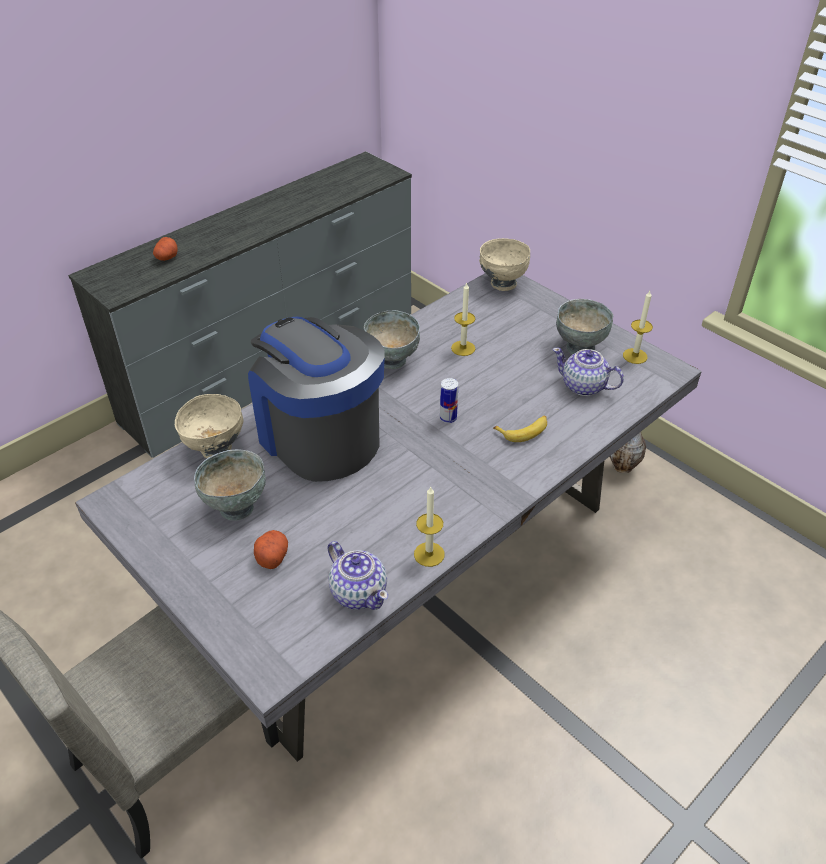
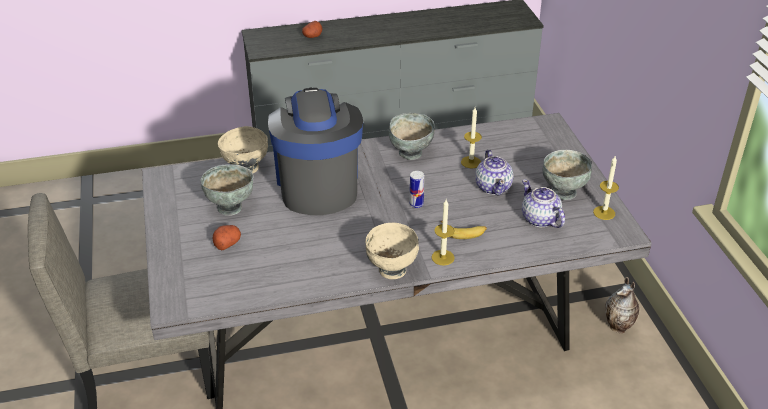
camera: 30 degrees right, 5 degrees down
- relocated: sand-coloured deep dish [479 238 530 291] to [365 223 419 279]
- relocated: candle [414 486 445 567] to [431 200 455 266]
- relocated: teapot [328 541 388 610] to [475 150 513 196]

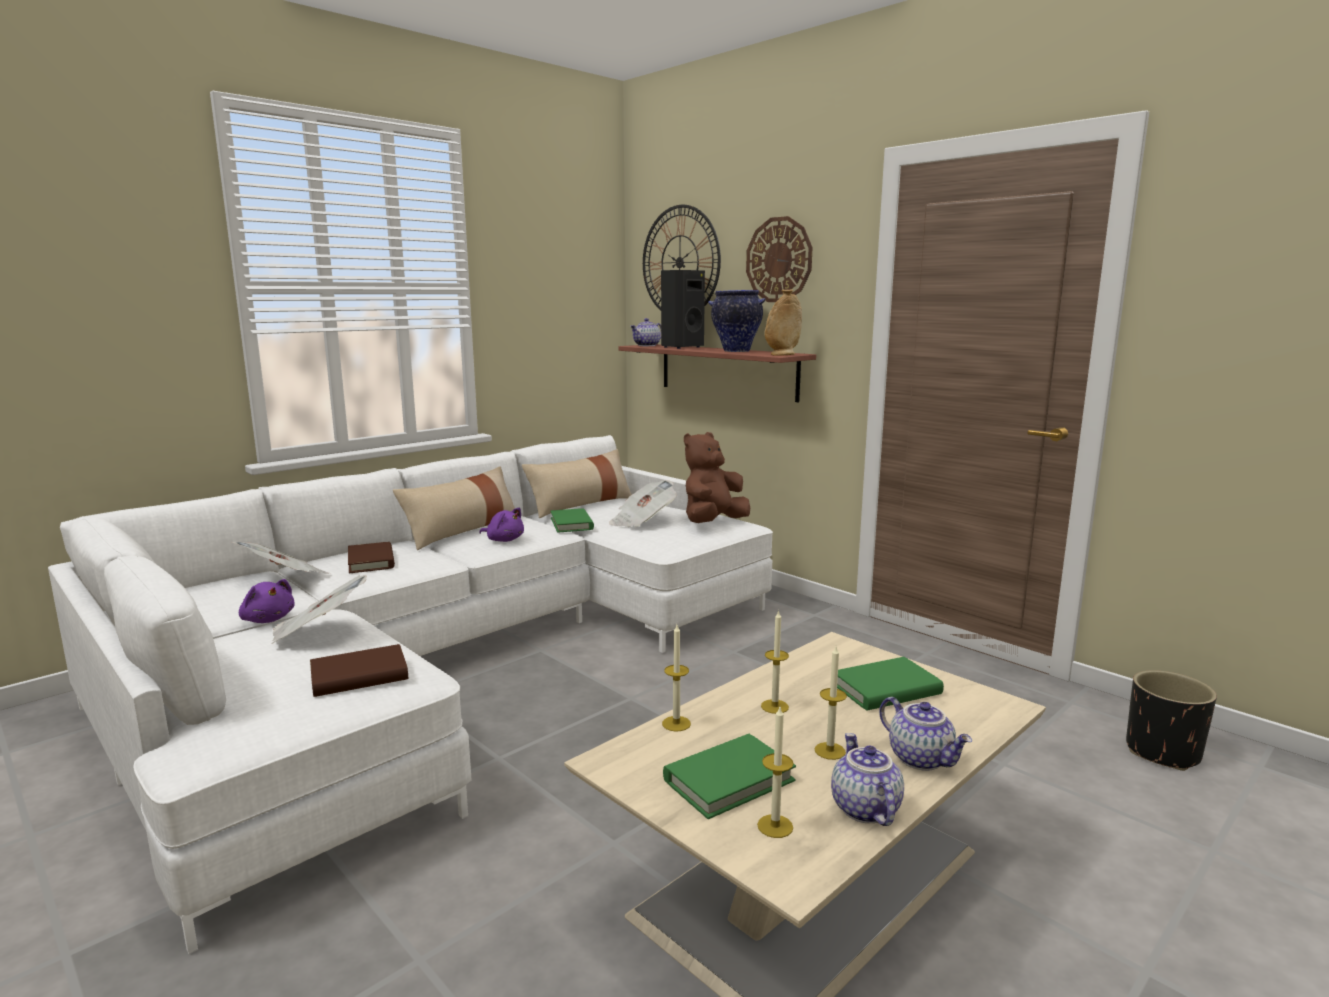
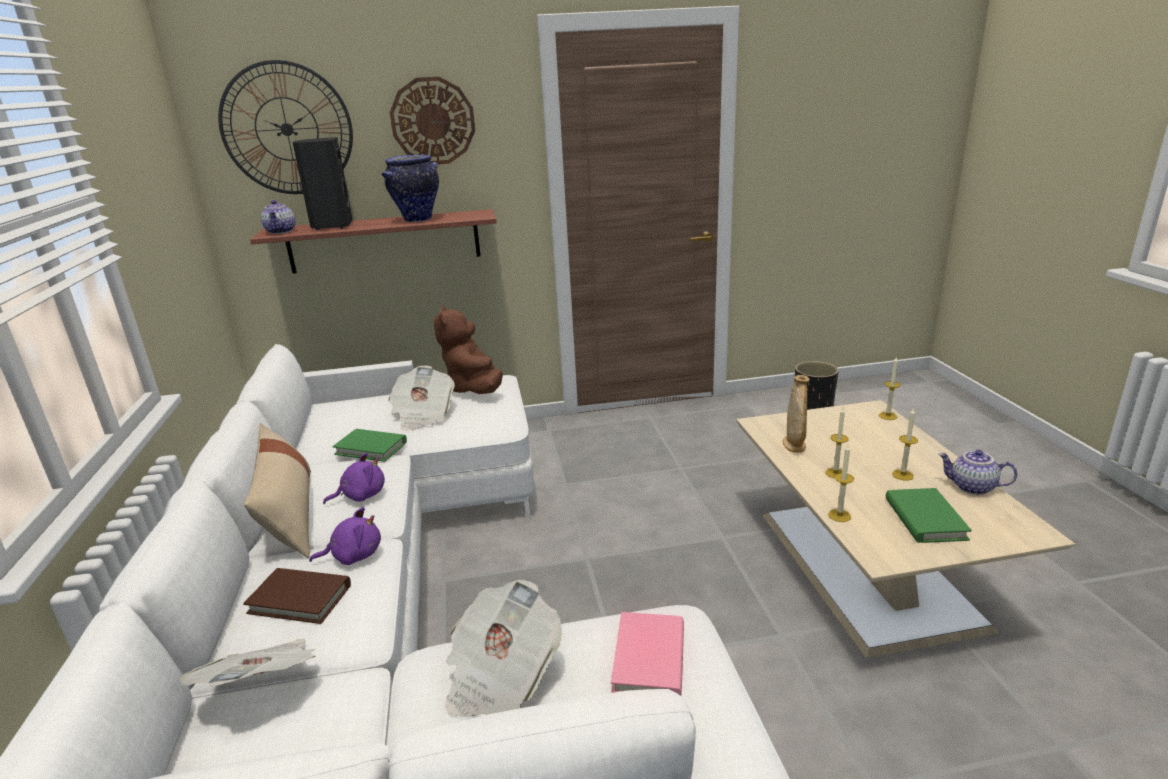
camera: 55 degrees left, 10 degrees up
- relocated: sand-coloured decorative vase [764 290 802 356] to [783 375 810 453]
- missing: sand-coloured pillow [522 449 632 518]
- relocated: purple-coloured soft toy [239 579 295 623] to [309 507 381 565]
- colour: brown-coloured book [310 644 408 697] to pink book [611 612 684 696]
- missing: green-coloured book [837 657 944 711]
- missing: teapot [879 697 972 771]
- relocated: candle [757 707 794 838] to [879 356 901 420]

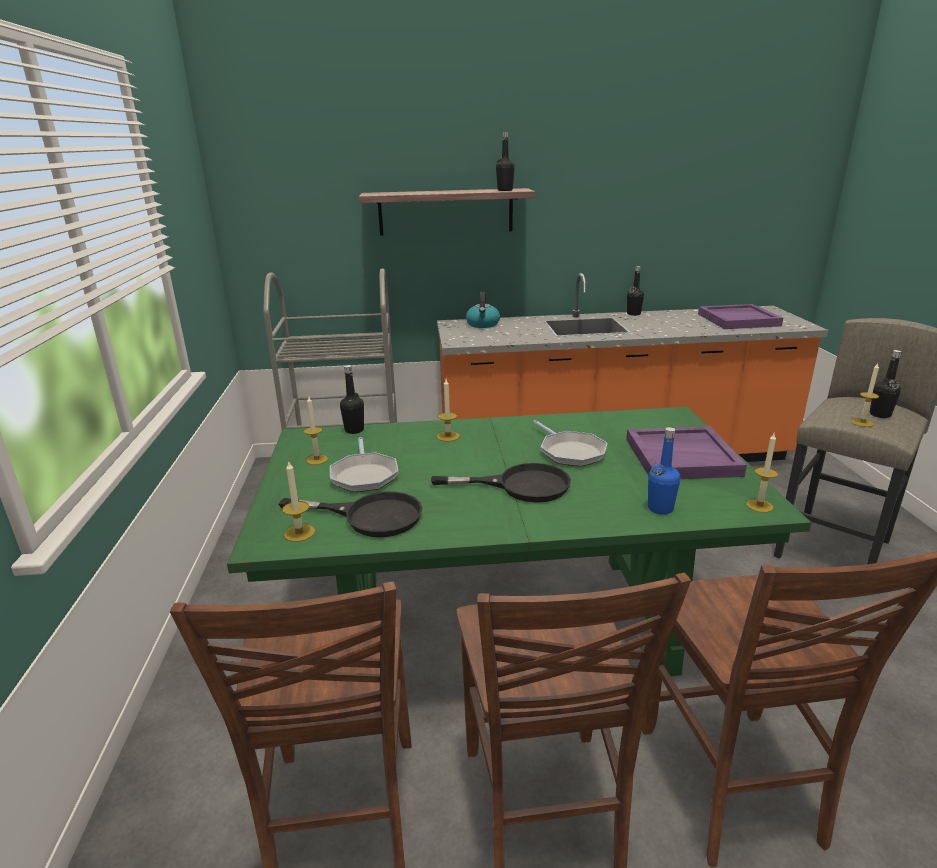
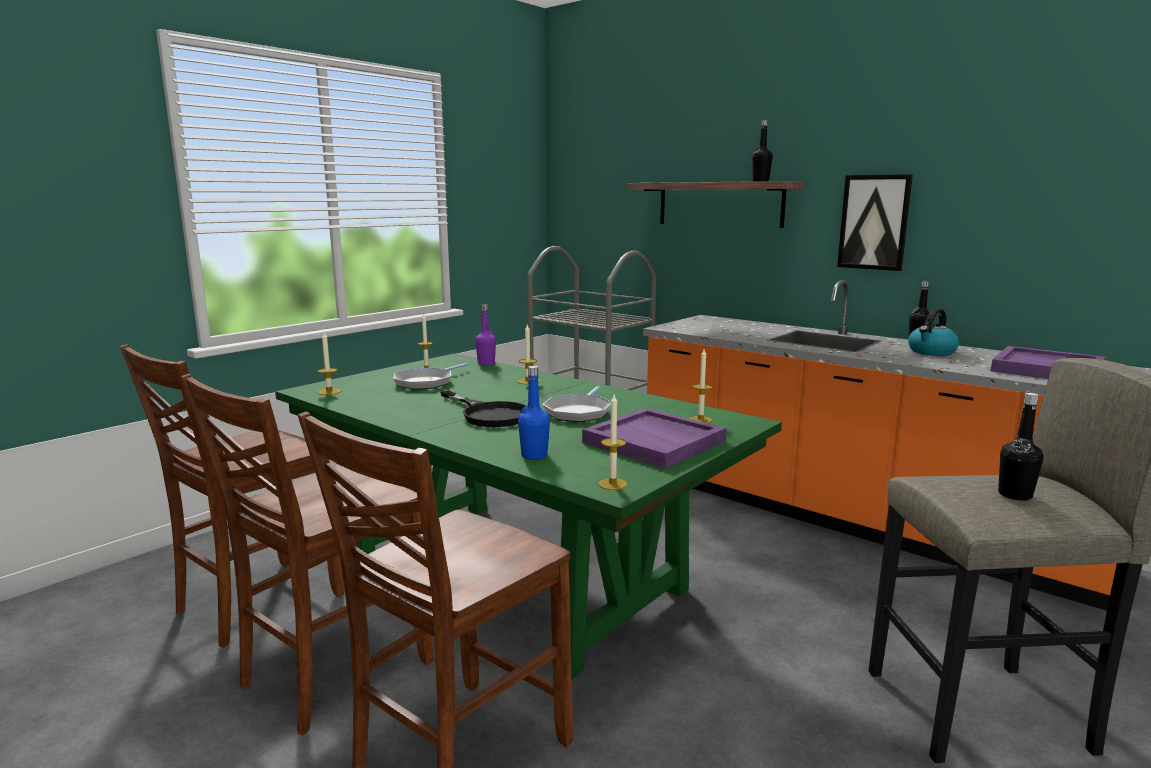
camera: 45 degrees right, 10 degrees down
- relocated: tea kettle [466 292 500 328] to [908 308 959 356]
- relocated: candle [851 363 879 427] to [690 349 712 423]
- colour: black beverage bottle [340 365 364 434] to purple-coloured beverage bottle [475 304 496 366]
- missing: black skillet [279 492 423 537]
- appeared: wall art [837 174 913 271]

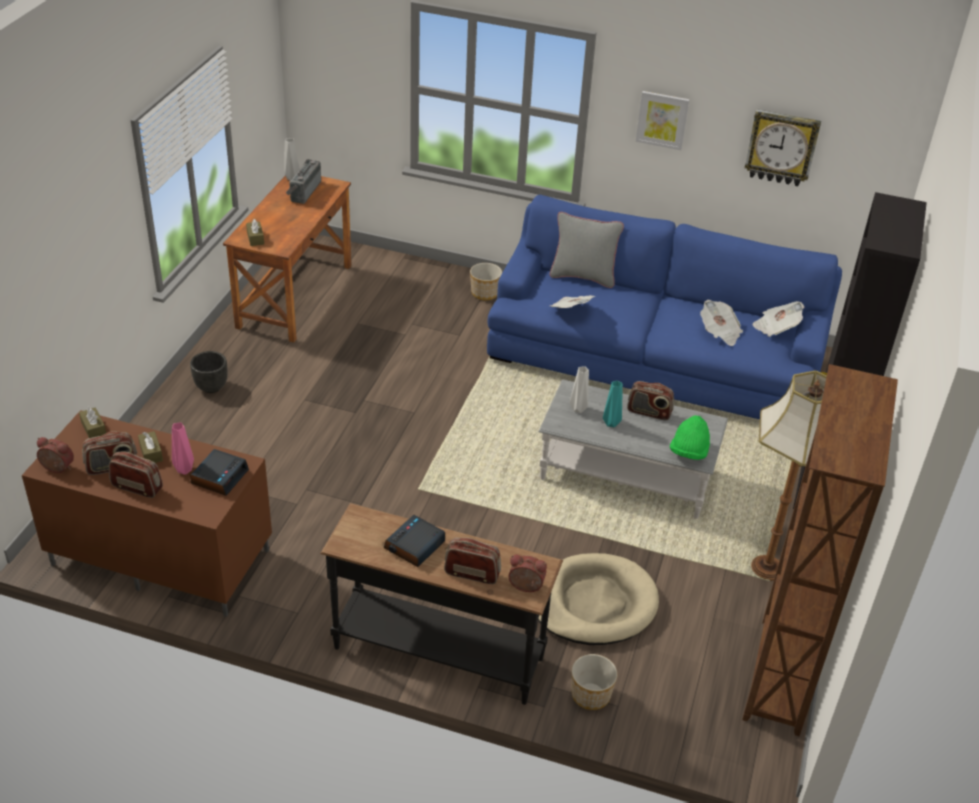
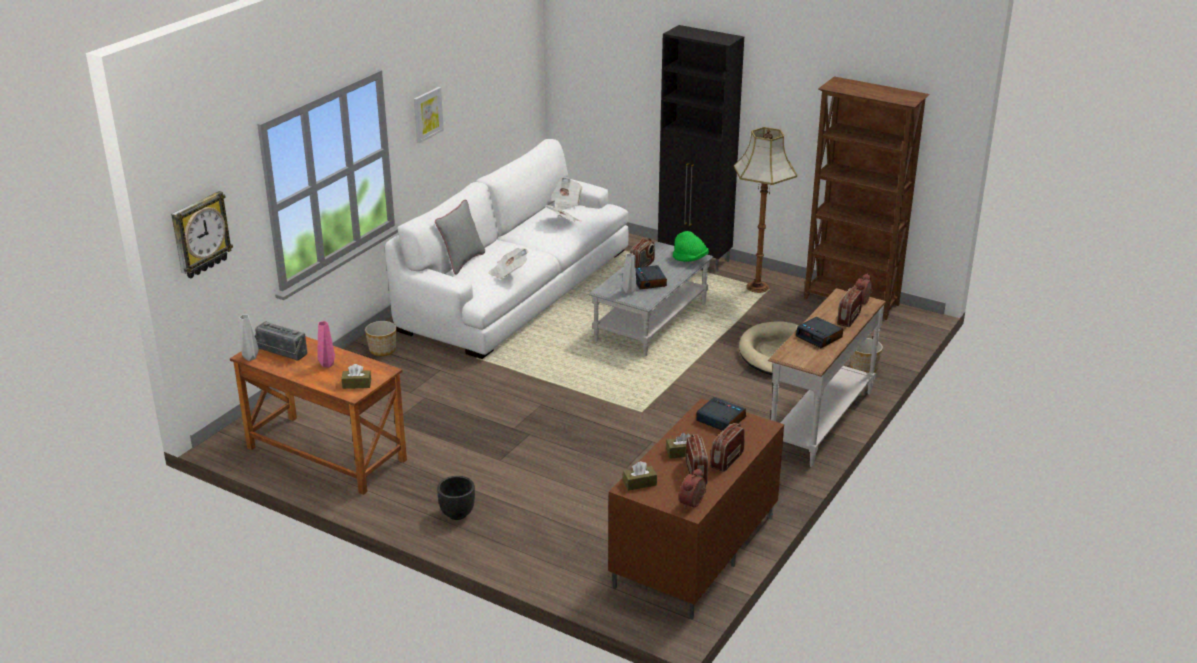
camera: 75 degrees left, 10 degrees down
- relocated: hanging clock [745 109 821 186] to [171 191 233 278]
- colour: bluish couch [487 195 842 419] to whitish couch [385 139 628 359]
- exchanged: turquoise-coloured decorative vase [603 380 623 427] to bedside clock [635 265 667 289]
- relocated: pink decorative vase [172 422 194 475] to [317 321 335 368]
- colour: black hall table [320 503 563 705] to whitish hall table [768 288 886 467]

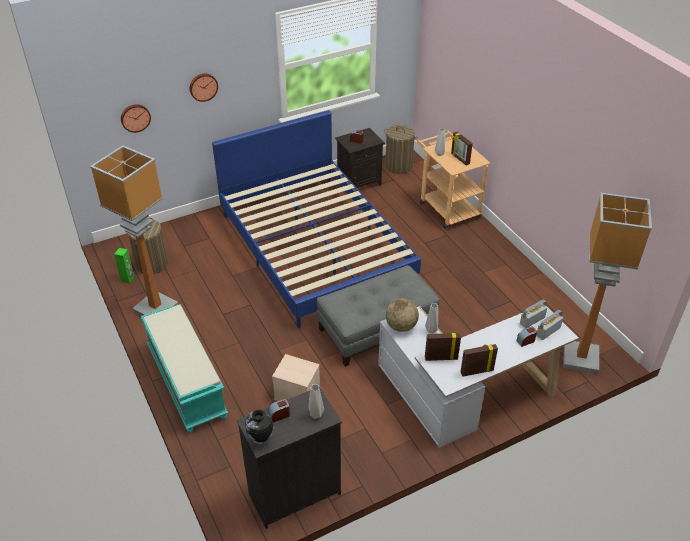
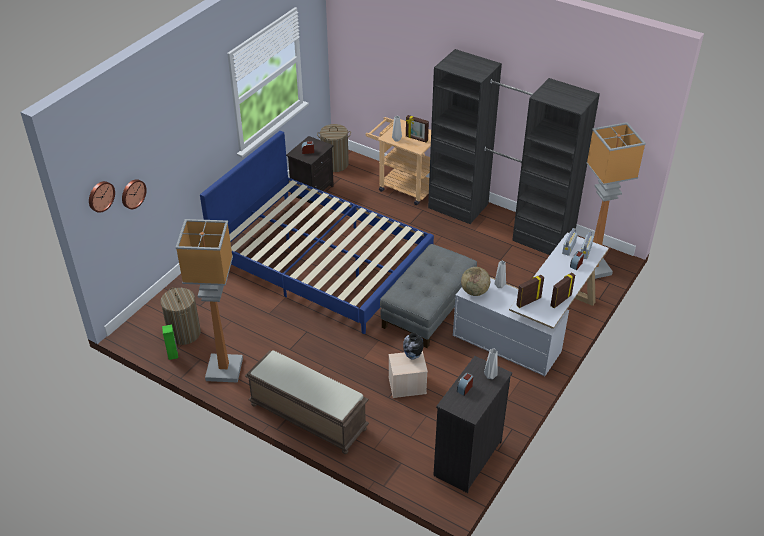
camera: 30 degrees left, 0 degrees up
- relocated: hanging clock [189 74 218 102] to [89 181 115 213]
- colour: turquoise-coloured indoor bench [141 304 228 433] to brown-coloured indoor bench [245 350 369 454]
- relocated: decorative vase [245 409 273 444] to [403 333 423 359]
- appeared: black armoire [428 49 600 255]

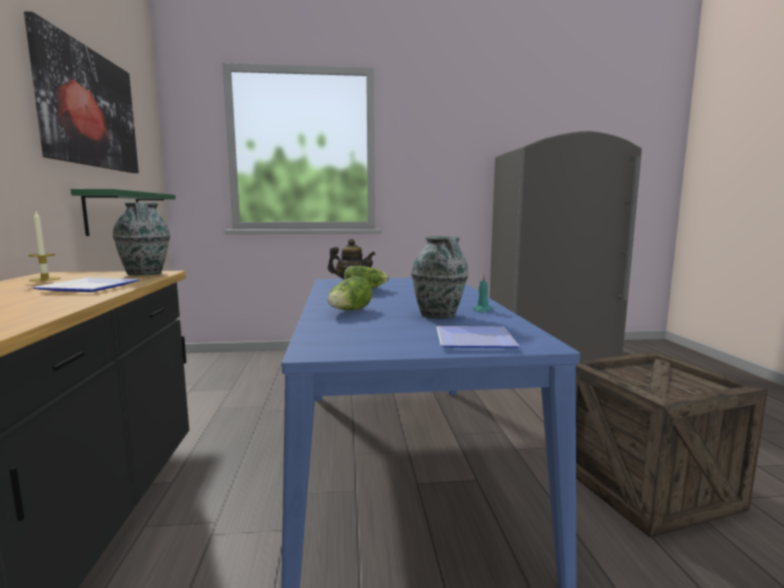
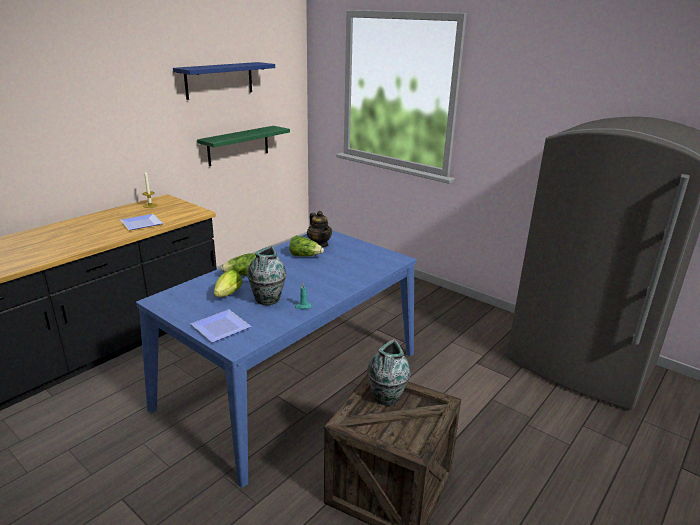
camera: 45 degrees right, 15 degrees up
- exchanged: wall art [24 11 139 173] to bluish wall shelf [173 62 275 100]
- relocated: decorative vase [112 202 170 275] to [367 339 411 406]
- appeared: lettuce [214 270 242 297]

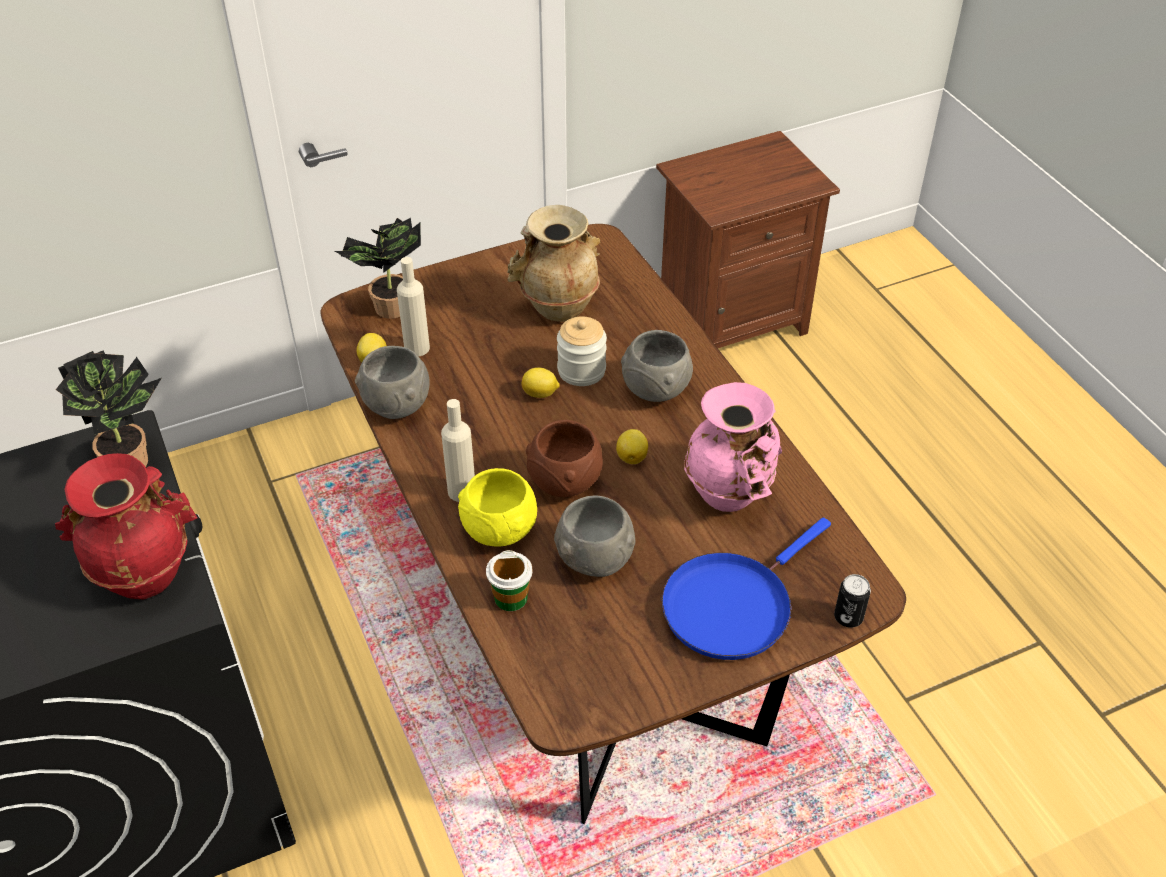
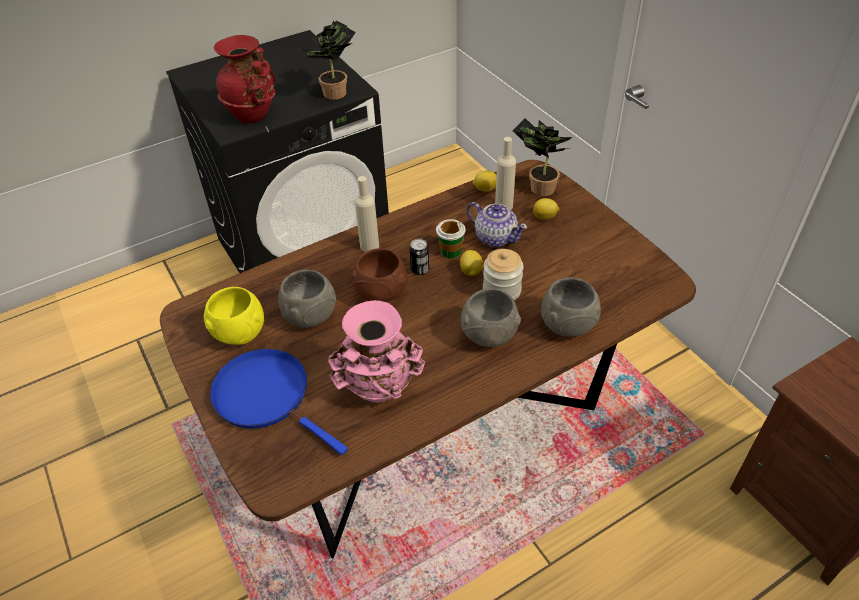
camera: 85 degrees right, 0 degrees up
- missing: sand-coloured decorative vase [507 205 600 322]
- relocated: greyish deep dish [355 346 430 419] to [541 277 601 337]
- relocated: citrus fruit [616 429 648 464] to [533 198 559 220]
- relocated: yellow-coloured deep dish [458 468 537 547] to [204 287 264 345]
- relocated: cup [486 550 533 611] to [436 219 466 258]
- relocated: sealed can [834 574 871 627] to [409 239 429 275]
- appeared: teapot [467 202 528 247]

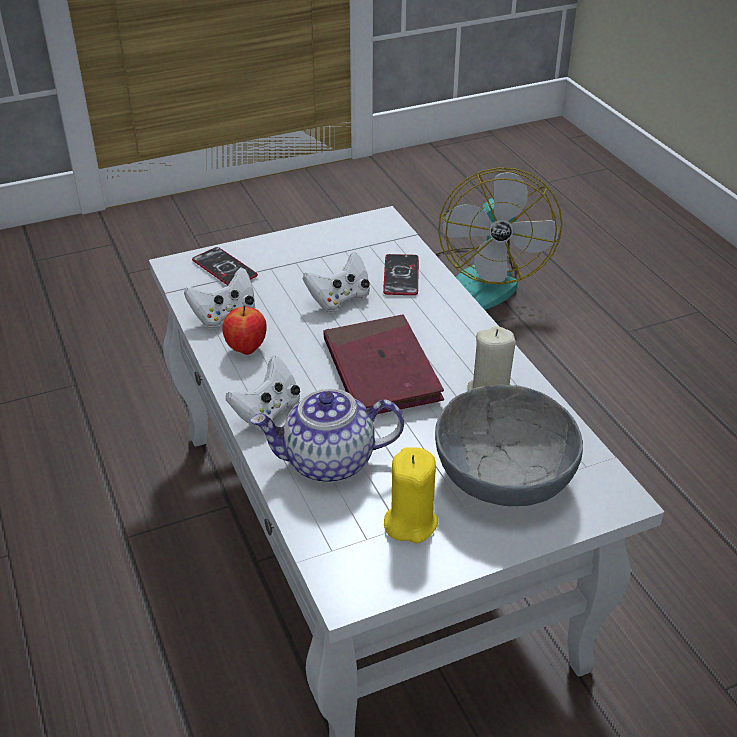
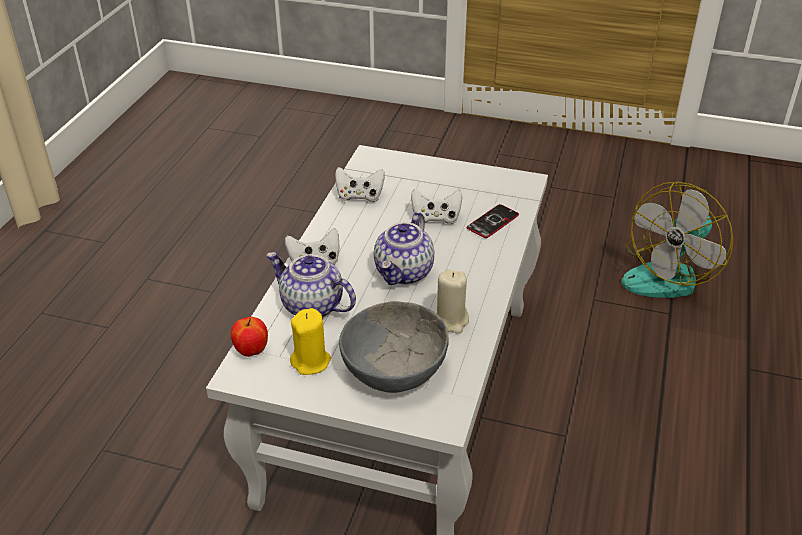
camera: 40 degrees right, 0 degrees up
- missing: phone [192 247 258 285]
- relocated: whole apple [222 306 267 355] to [231 317 268 357]
- exchanged: red book [323 314 444 414] to teapot [374 212 434 285]

